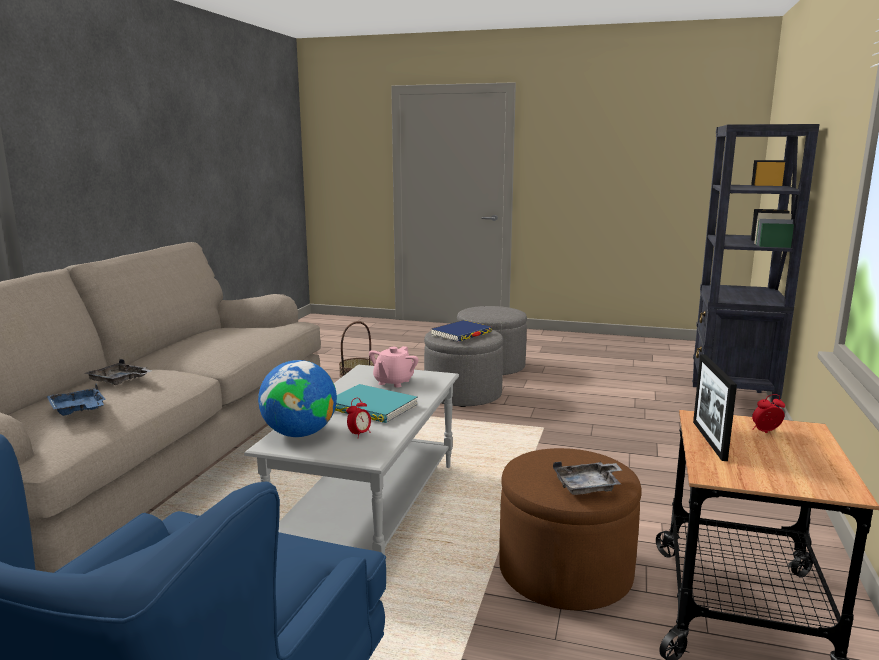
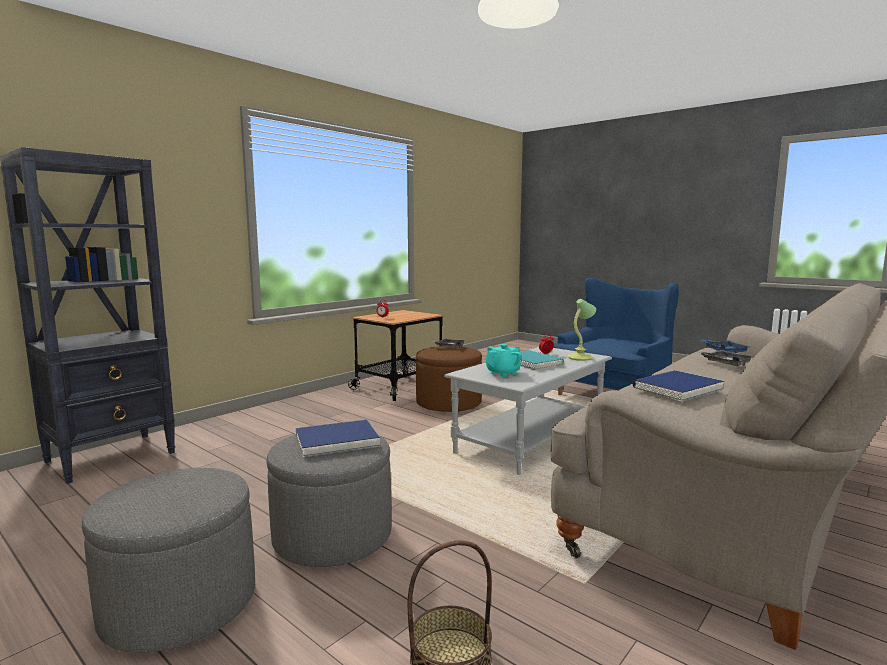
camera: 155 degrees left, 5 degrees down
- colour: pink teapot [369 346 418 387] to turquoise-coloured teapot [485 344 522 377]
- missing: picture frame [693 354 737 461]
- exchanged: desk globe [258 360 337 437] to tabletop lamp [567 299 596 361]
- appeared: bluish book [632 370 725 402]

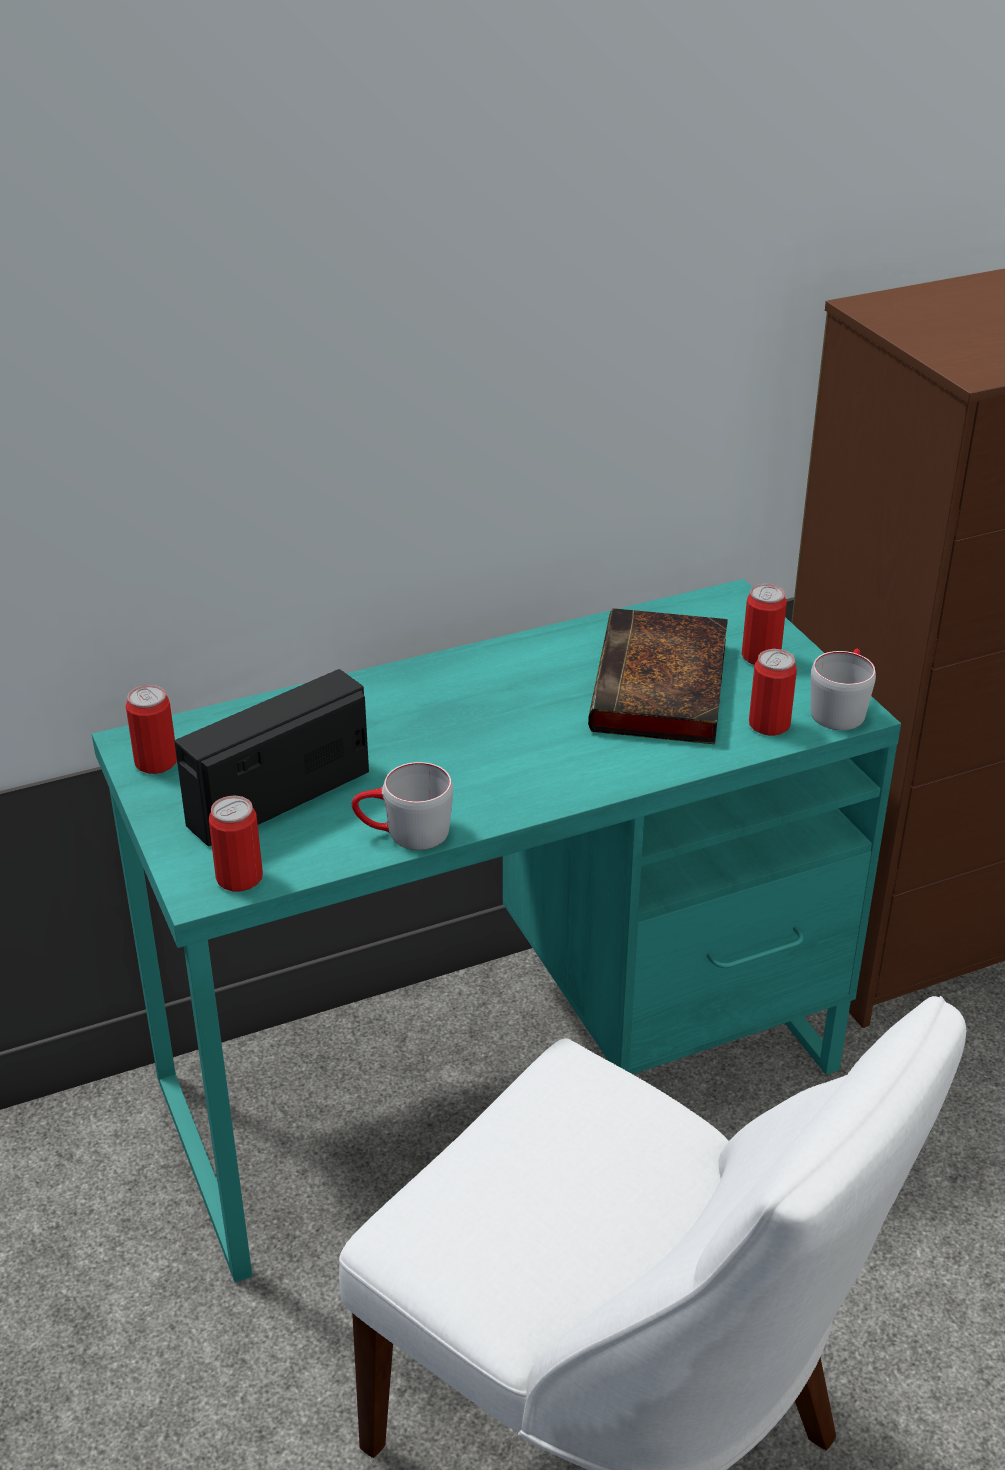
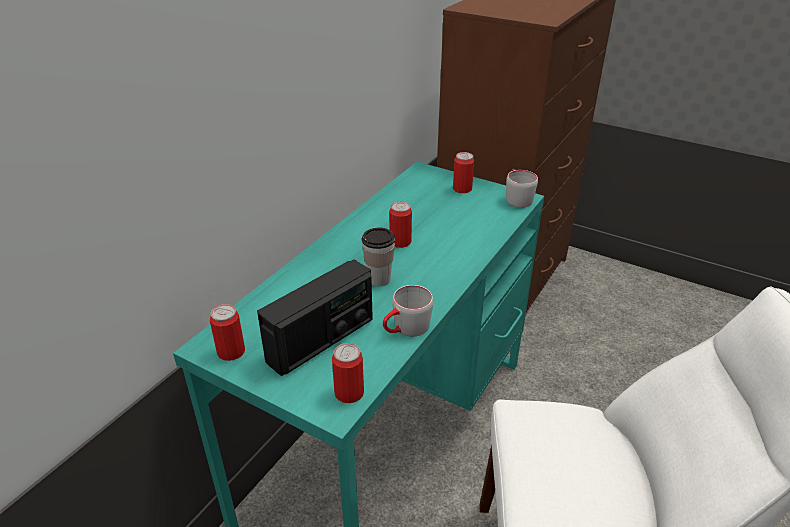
camera: 35 degrees left, 0 degrees up
- missing: book [588 608 728 744]
- relocated: sealed can [749 649 797 736] to [389 201 412 248]
- spun: radio receiver [174 669 369 846] = [257 259 373 376] 150 degrees counterclockwise
- appeared: cup [362 228 395 286]

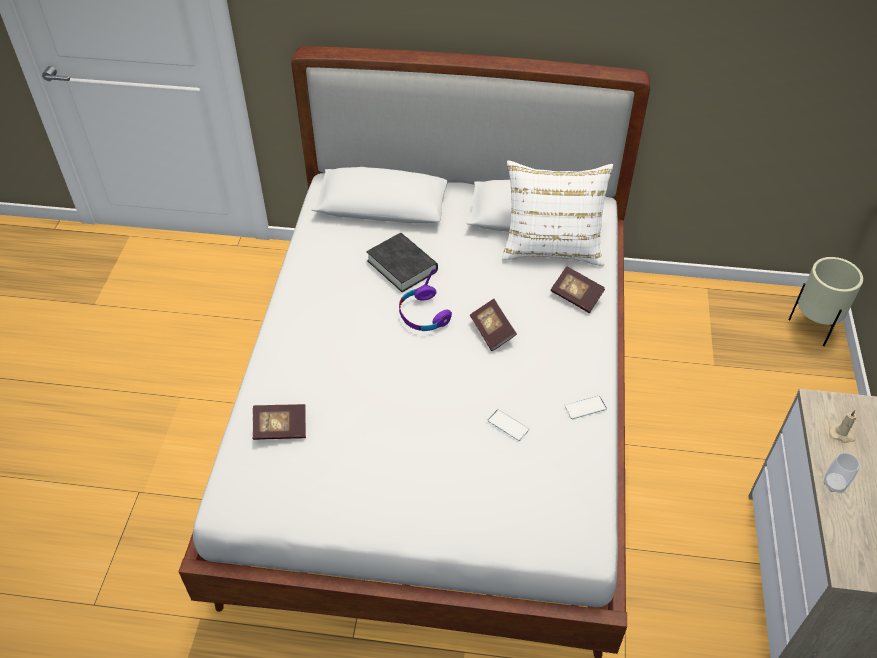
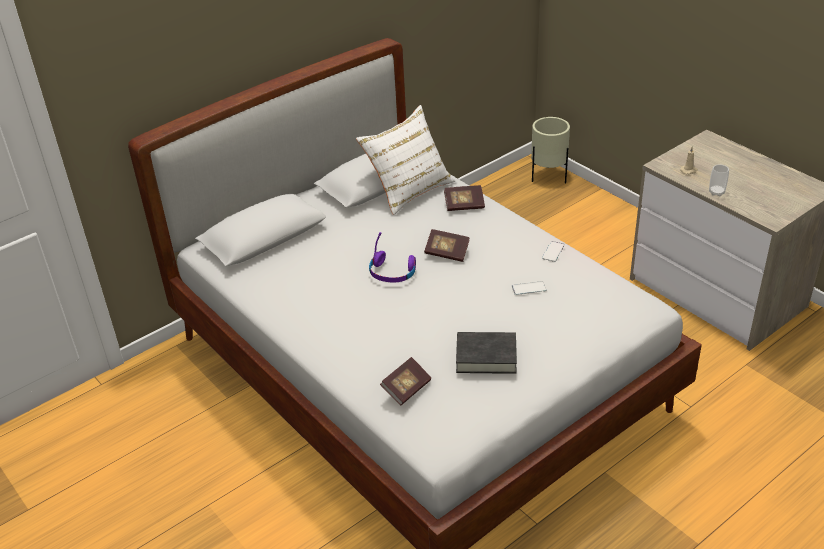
camera: 45 degrees left, 10 degrees down
- relocated: black book [366 233 438 292] to [456 332 517 374]

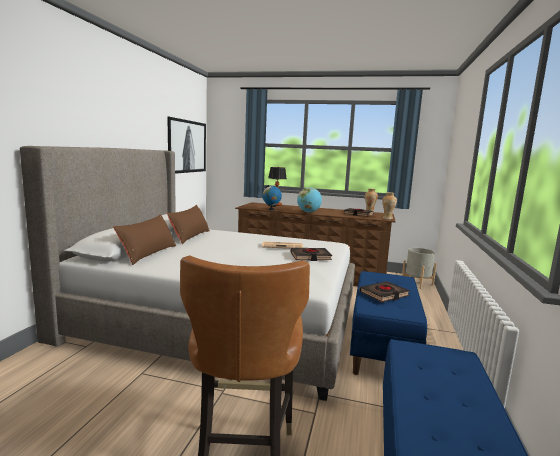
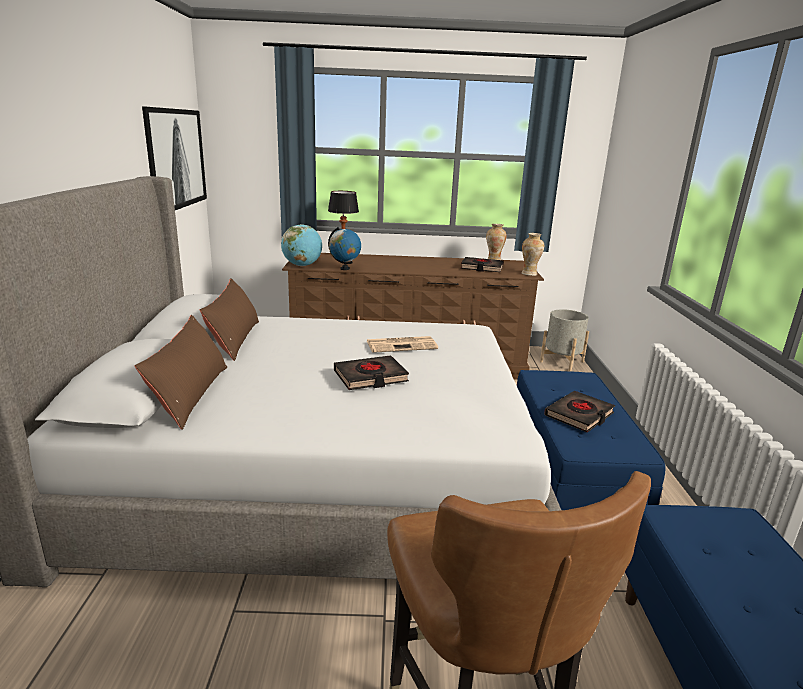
camera: 15 degrees left, 10 degrees up
- relocated: desk globe [297 187 322 213] to [281 224 322 266]
- relocated: black book [291 248 332 261] to [334 355 409 390]

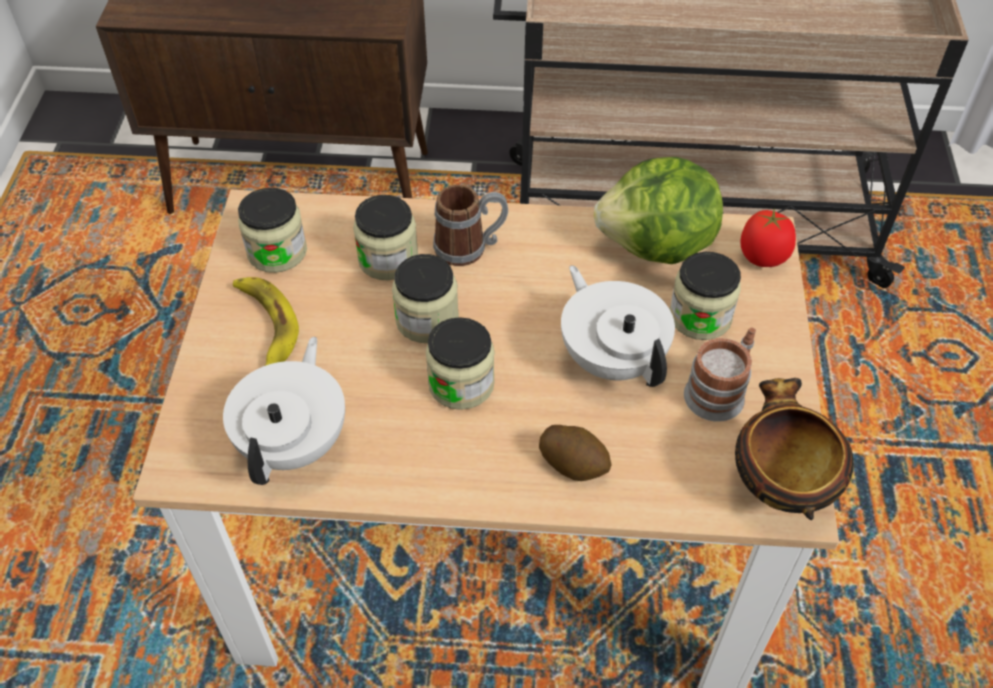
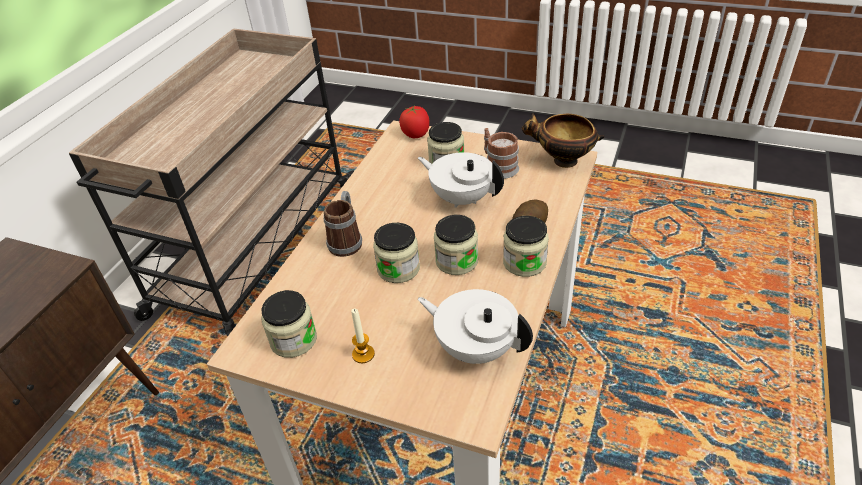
camera: 70 degrees left, 10 degrees down
- missing: lettuce [594 157 723 264]
- relocated: preserve jar [353 195 418 280] to [503 216 549 277]
- spun: whitish teapot [561 265 675 387] = [418 152 504 208] 45 degrees clockwise
- exchanged: banana [233 277 299 366] to candle [351 309 375 363]

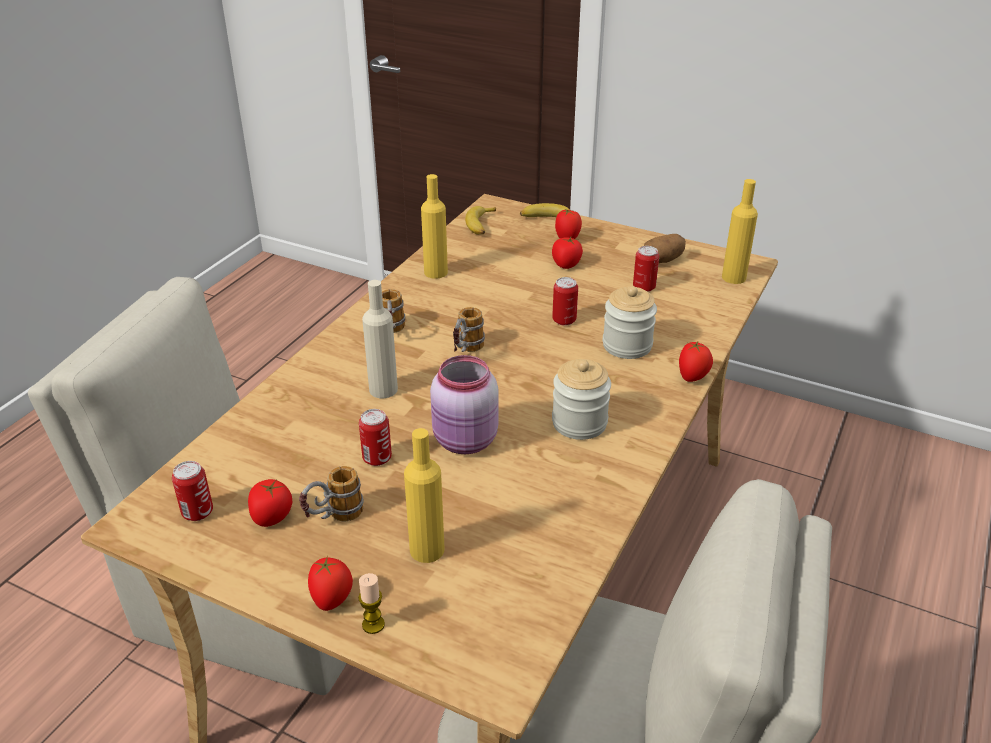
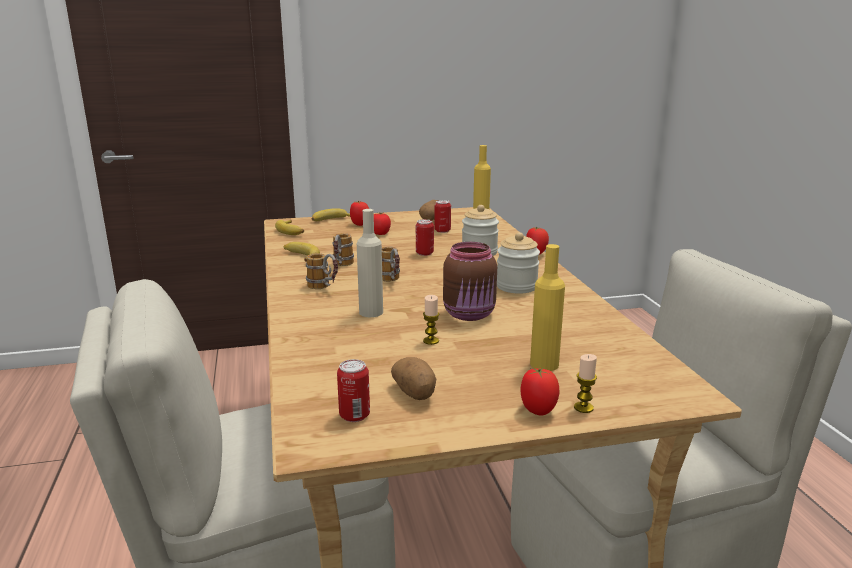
camera: 40 degrees left, 15 degrees down
- exchanged: yellow-coloured beverage bottle [421 174 448 279] to banana [284 242 320 262]
- colour: pink preserve jar [430 355 499 454] to brown-coloured preserve jar [443 242 497 321]
- exchanged: sealed can [359 409 392 466] to candle [423 295 439 345]
- relocated: mug [299 466 364 521] to [332 233 354 266]
- exchanged: tomato [248 479 292 527] to potato [391 357 436 400]

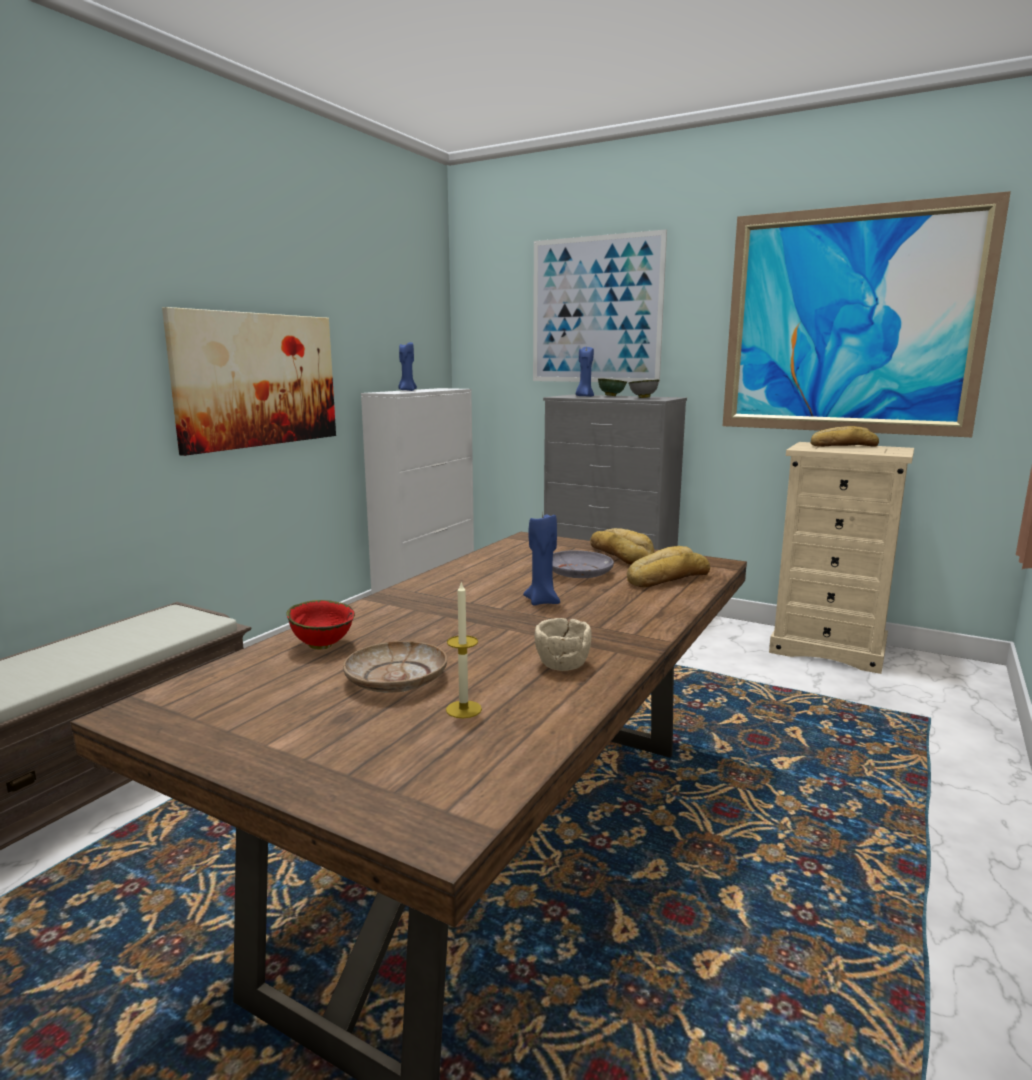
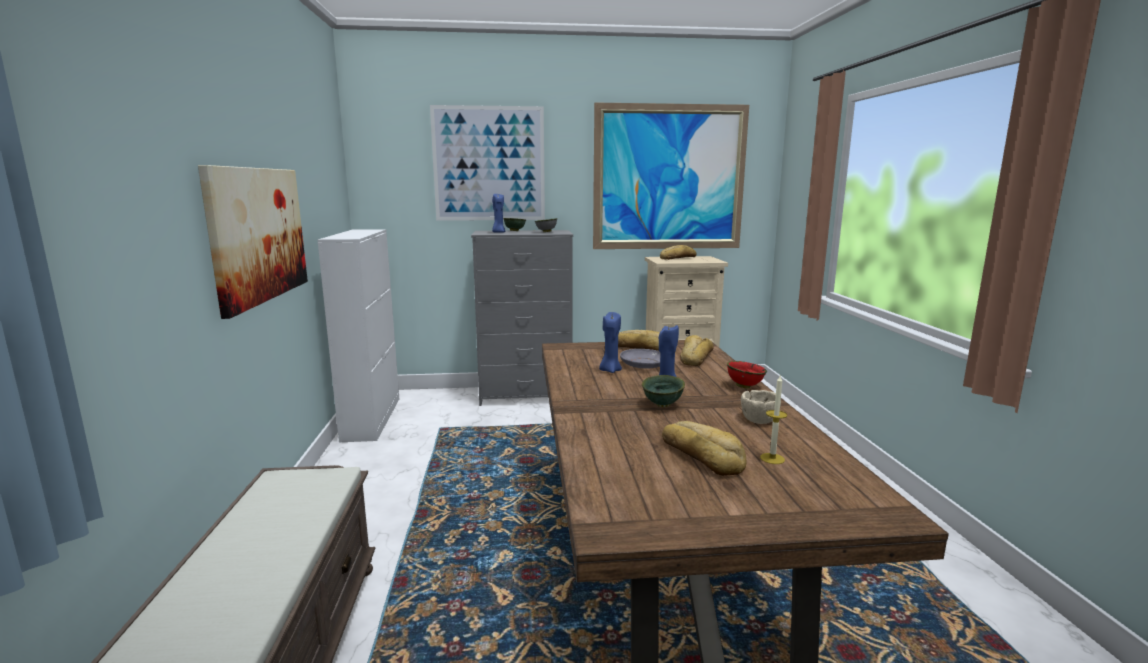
camera: 35 degrees left, 0 degrees up
- relocated: bluish candle [398 342 417 391] to [599 312 622 373]
- relocated: red deep dish [286 600 355 650] to [727 361 767 388]
- exchanged: sand-coloured flat dish [343 641 447 693] to bakery bread [662 421 747 476]
- appeared: green-coloured deep dish [642 375 685 407]

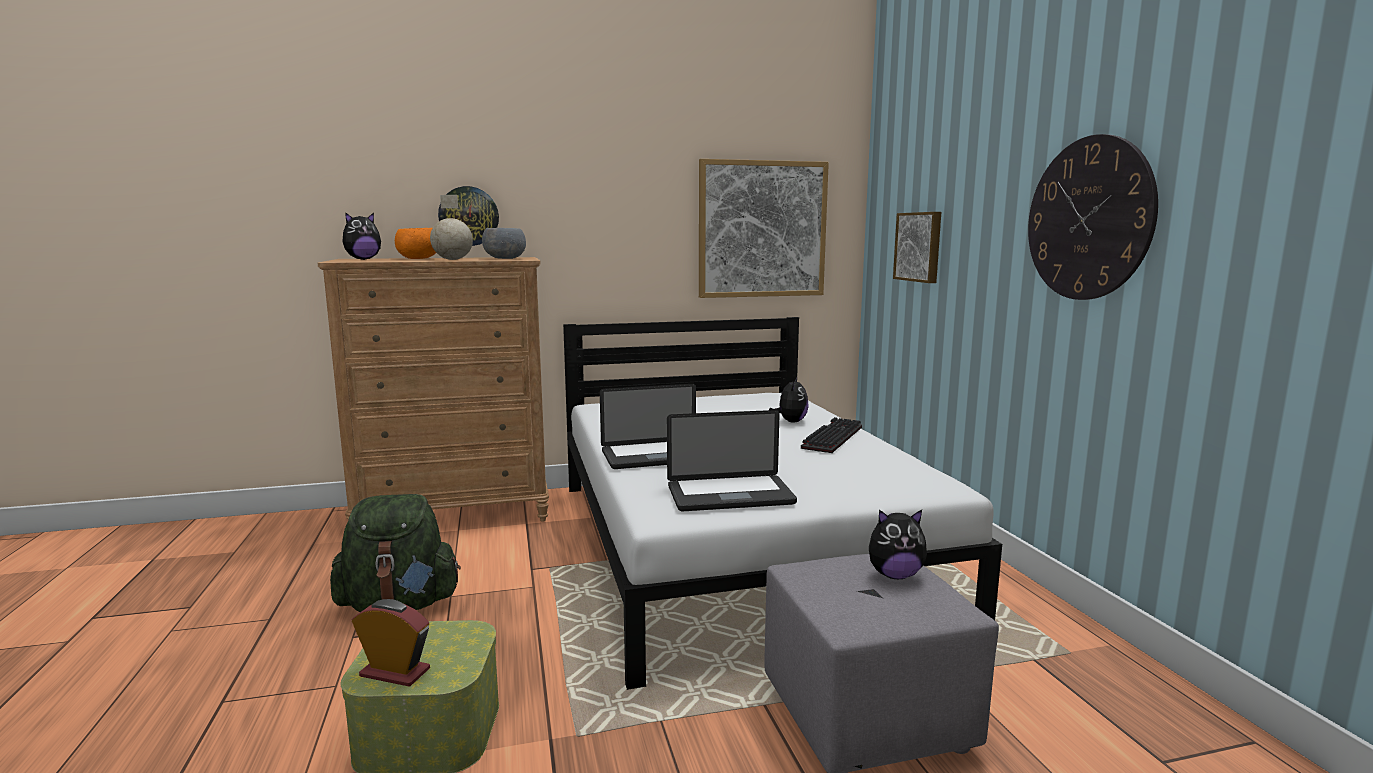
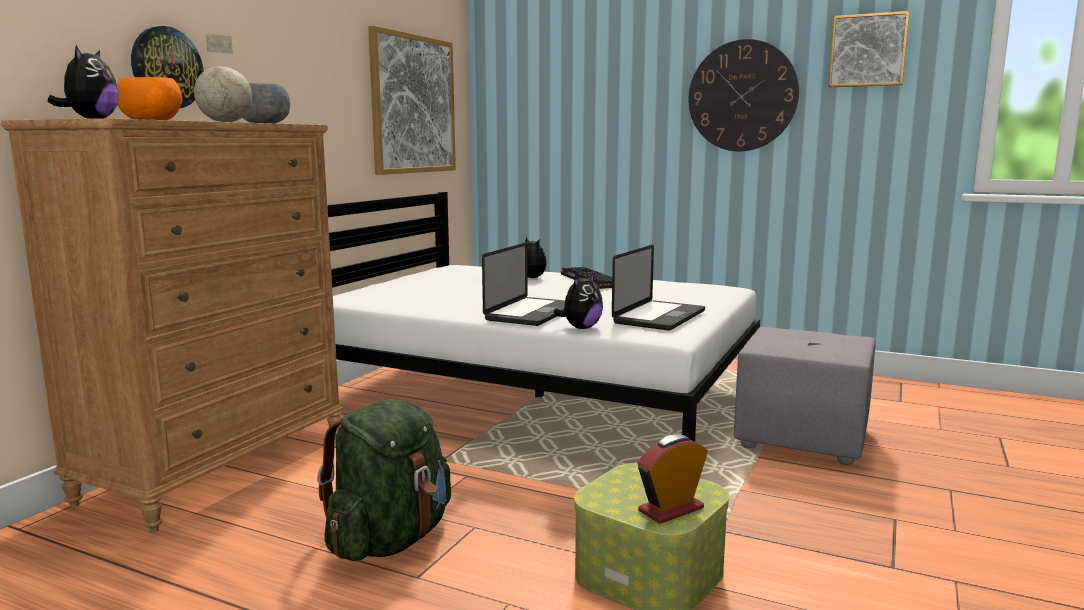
camera: 50 degrees left, 0 degrees up
- relocated: wall art [893 212 941 283] to [828 11 909 87]
- relocated: soft toy [869 510 927 579] to [553 272 603 329]

